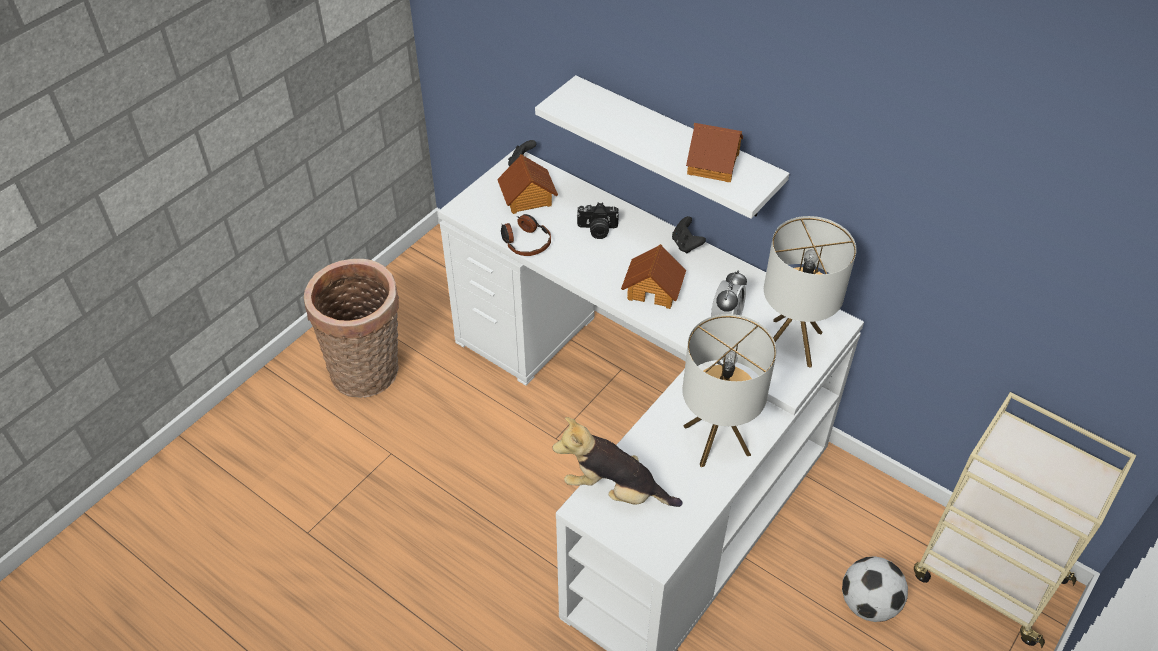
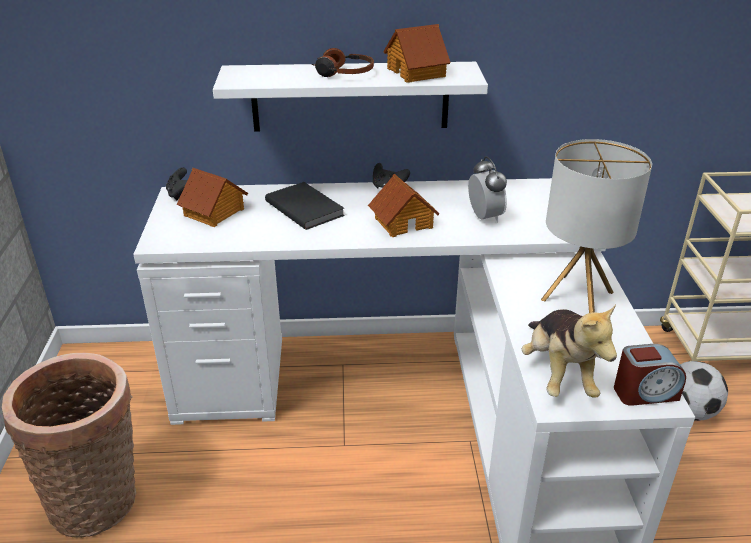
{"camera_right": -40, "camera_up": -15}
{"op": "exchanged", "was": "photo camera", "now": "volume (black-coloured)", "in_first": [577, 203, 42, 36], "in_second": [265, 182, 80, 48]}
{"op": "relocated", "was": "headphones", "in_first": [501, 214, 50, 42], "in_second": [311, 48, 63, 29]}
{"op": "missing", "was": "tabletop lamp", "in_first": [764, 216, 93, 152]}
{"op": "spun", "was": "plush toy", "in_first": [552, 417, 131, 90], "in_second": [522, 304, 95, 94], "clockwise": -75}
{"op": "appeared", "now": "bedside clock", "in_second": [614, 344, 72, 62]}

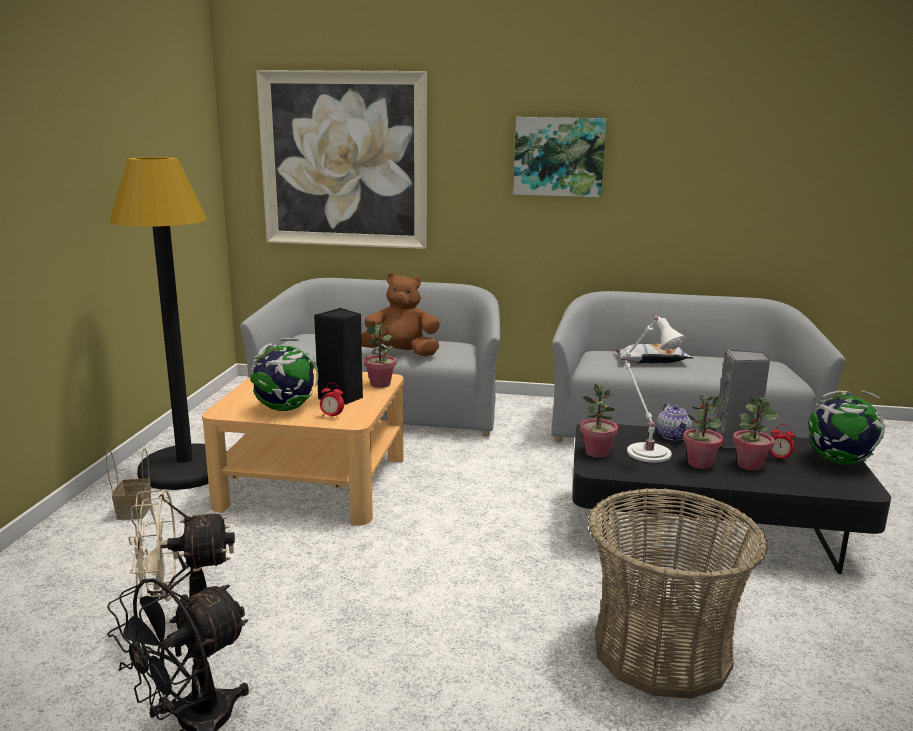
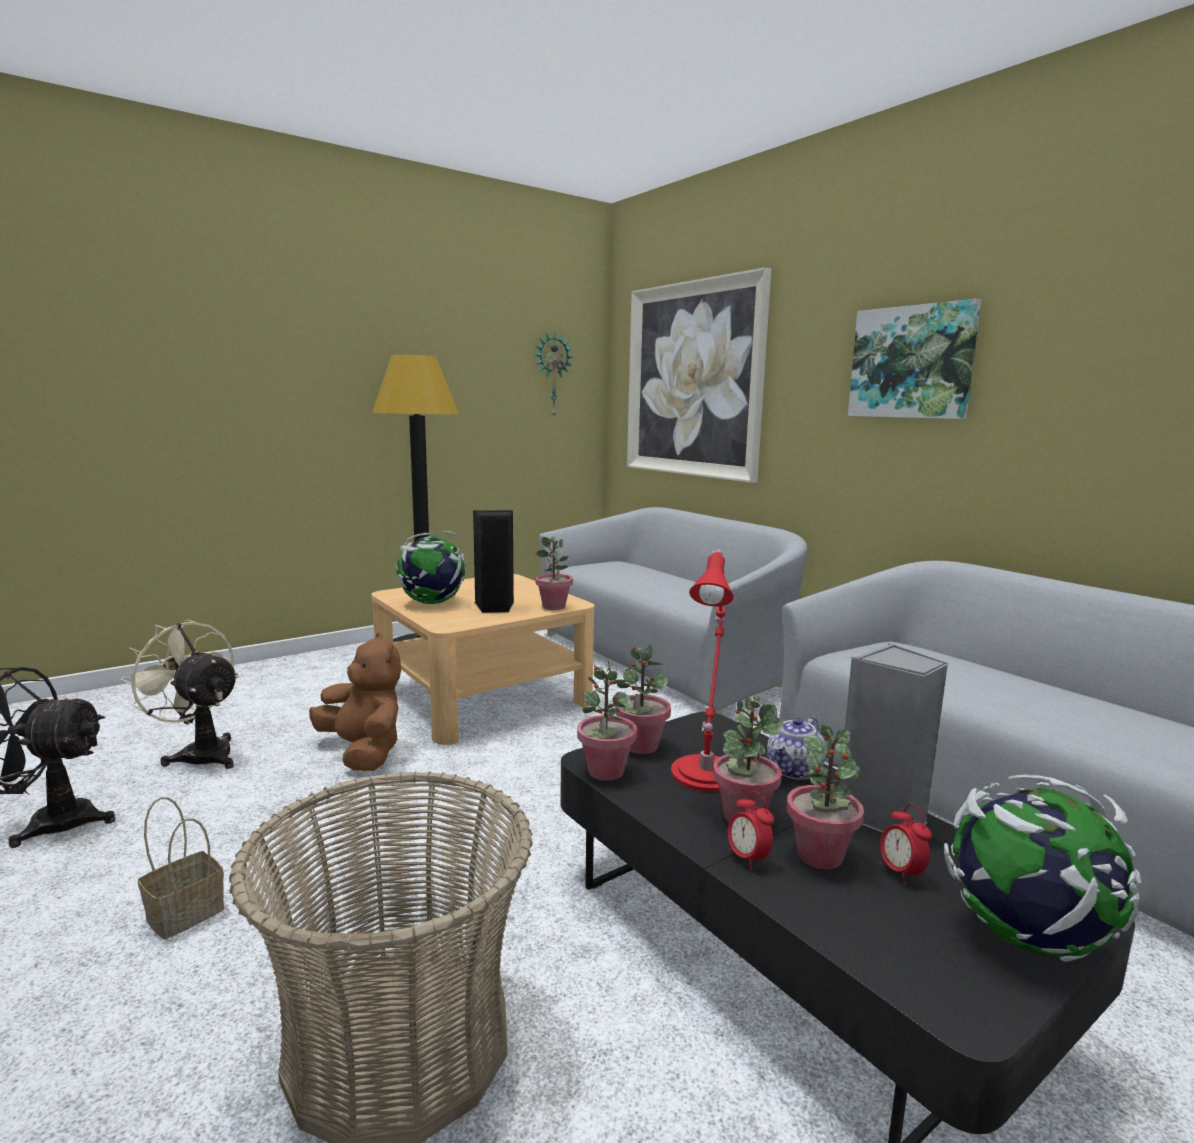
{"camera_right": 45, "camera_up": -5}
{"op": "relocated", "was": "plush toy (brown)", "in_first": [361, 273, 79, 83], "in_second": [309, 632, 92, 139]}
{"op": "colour", "was": "tabletop lamp (white)", "now": "tabletop lamp (red-coloured)", "in_first": [619, 315, 67, 148], "in_second": [671, 549, 62, 243]}
{"op": "missing", "was": "throw pillow", "in_first": [616, 344, 78, 19]}
{"op": "relocated", "was": "bedside clock", "in_first": [320, 383, 24, 36], "in_second": [727, 791, 47, 79]}
{"op": "relocated", "was": "basket", "in_first": [106, 449, 46, 71], "in_second": [138, 797, 86, 143]}
{"op": "appeared", "now": "wall clock", "in_second": [535, 331, 38, 85]}
{"op": "appeared", "now": "houseplant", "in_second": [577, 660, 60, 121]}

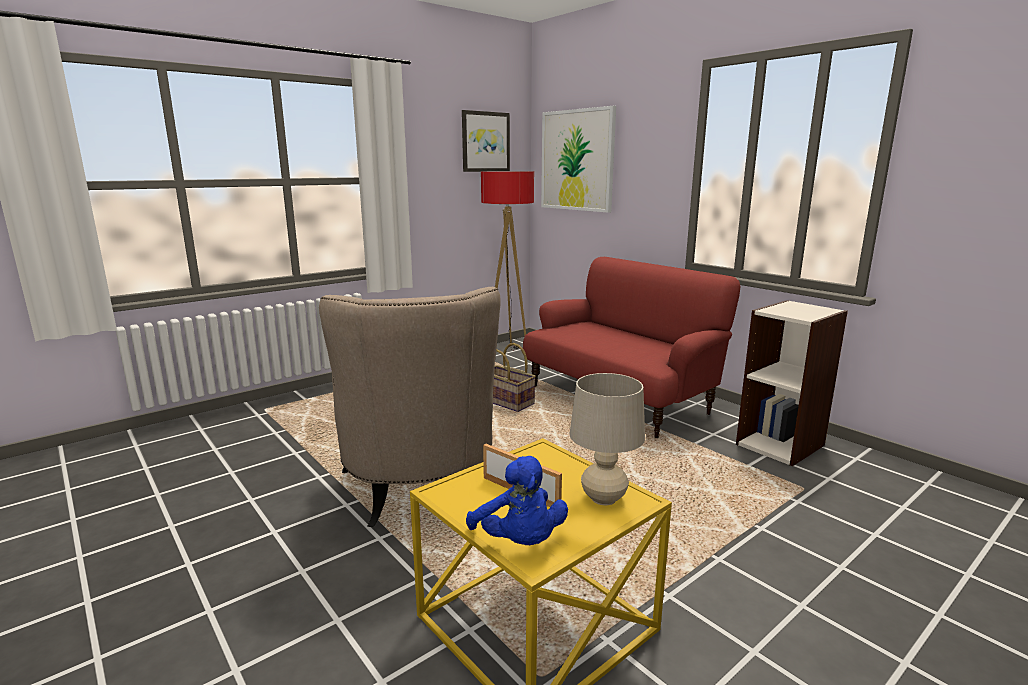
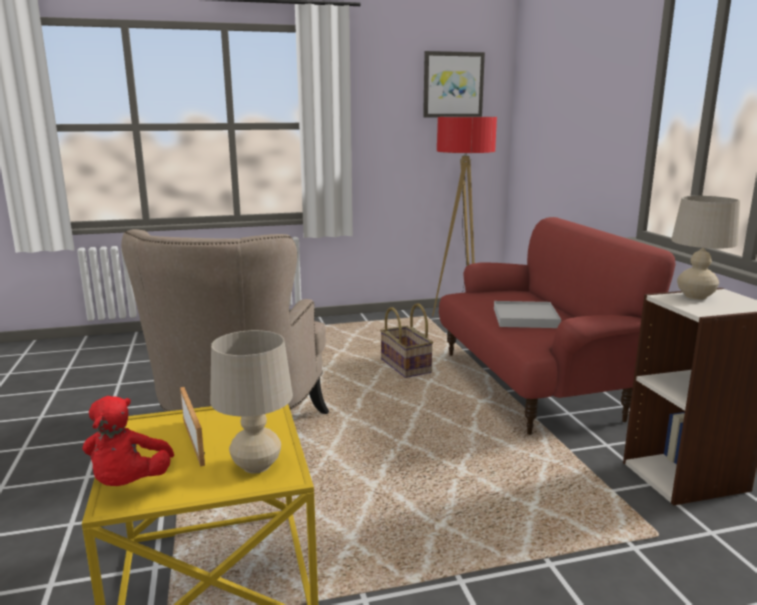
{"camera_right": 25, "camera_up": 0}
{"op": "missing", "was": "wall picture", "in_first": [541, 106, 75, 107]}
{"op": "colour", "was": "plush toy (blue)", "now": "plush toy (red-coloured)", "in_first": [466, 456, 102, 89], "in_second": [82, 396, 92, 90]}
{"op": "appeared", "now": "tabletop lamp (beige-coloured)", "in_second": [671, 196, 69, 104]}
{"op": "appeared", "now": "tray (white)", "in_second": [494, 301, 67, 27]}

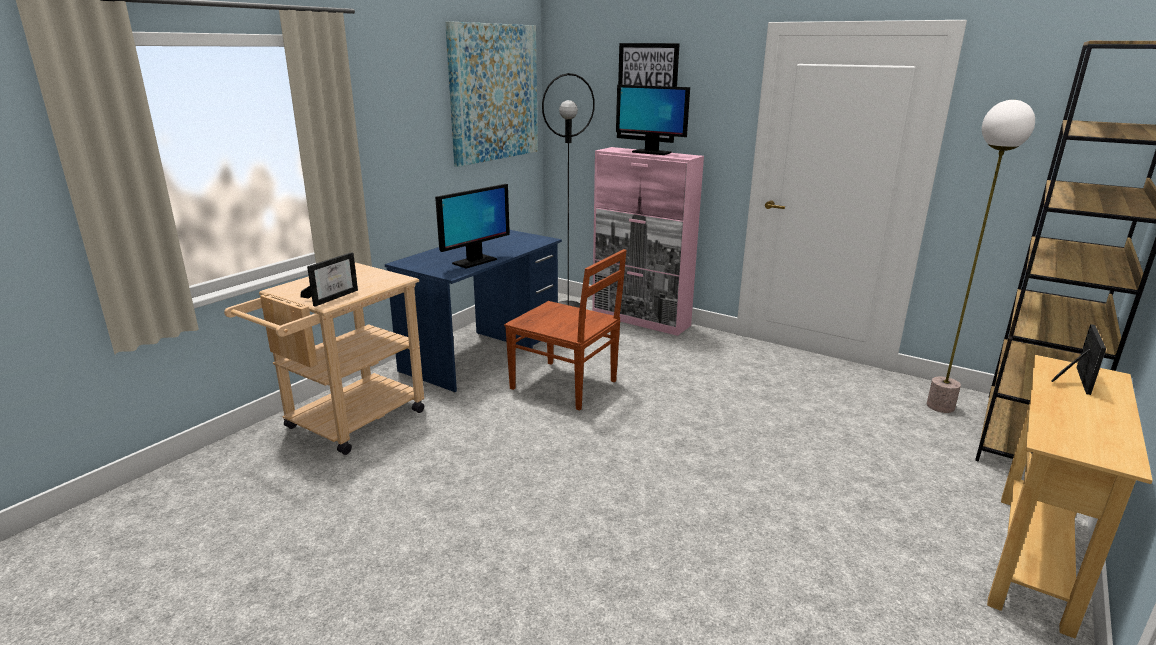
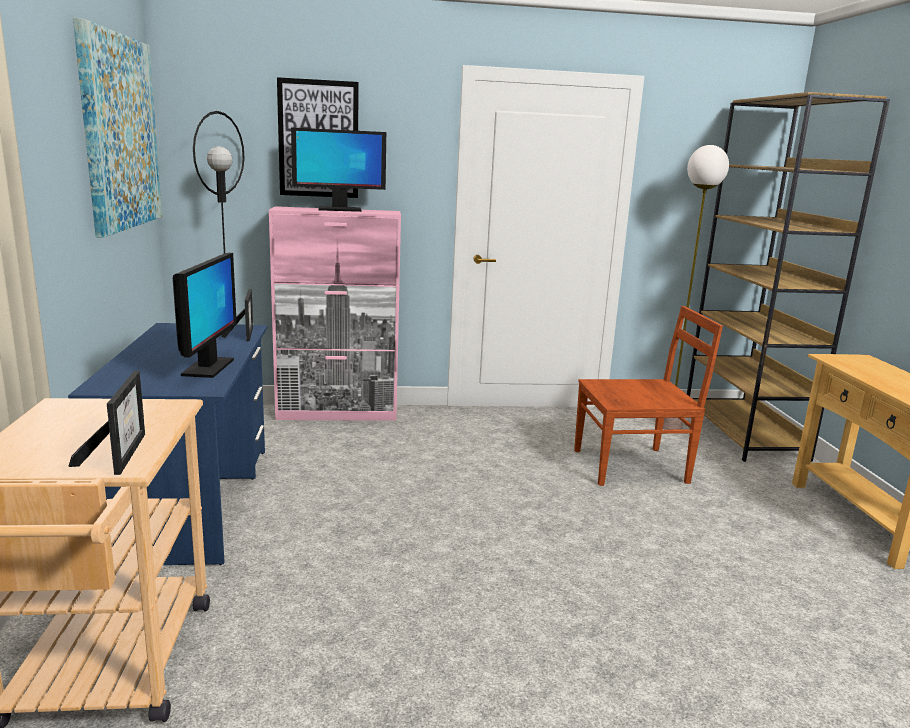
{"camera_right": -40, "camera_up": -5}
{"op": "relocated", "was": "chair (brown)", "in_first": [504, 249, 123, 162], "in_second": [574, 306, 149, 180]}
{"op": "relocated", "was": "photo frame", "in_first": [1051, 324, 55, 71], "in_second": [221, 289, 32, 52]}

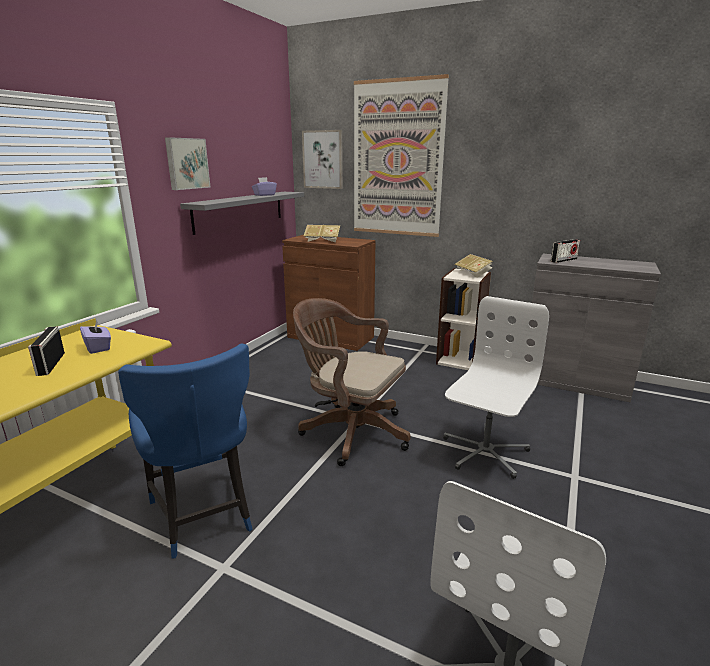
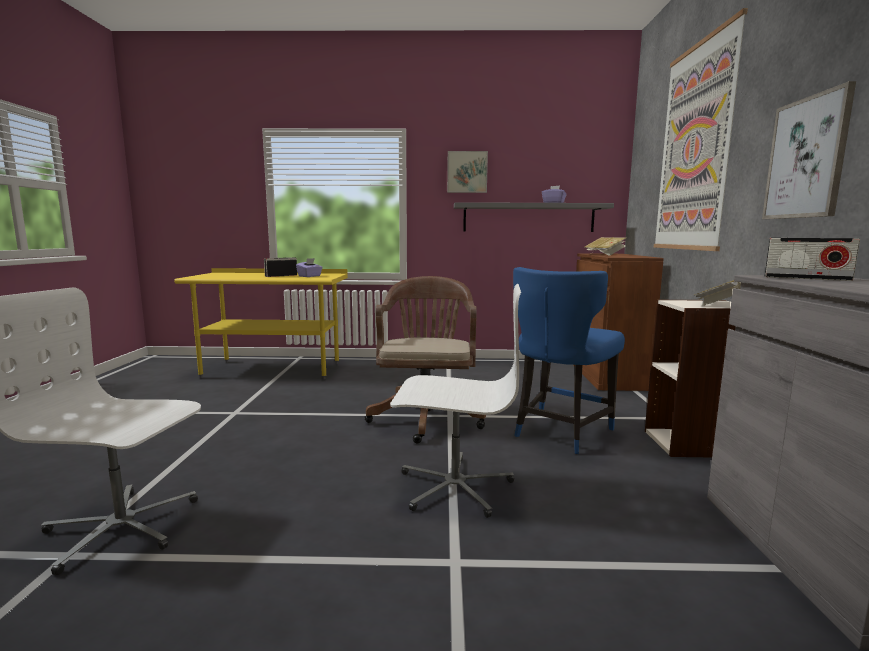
{"camera_right": 65, "camera_up": -10}
{"op": "relocated", "was": "wall picture", "in_first": [302, 130, 41, 59], "in_second": [762, 81, 94, 138]}
{"op": "relocated", "was": "chair (blue)", "in_first": [118, 343, 135, 215], "in_second": [513, 267, 112, 187]}

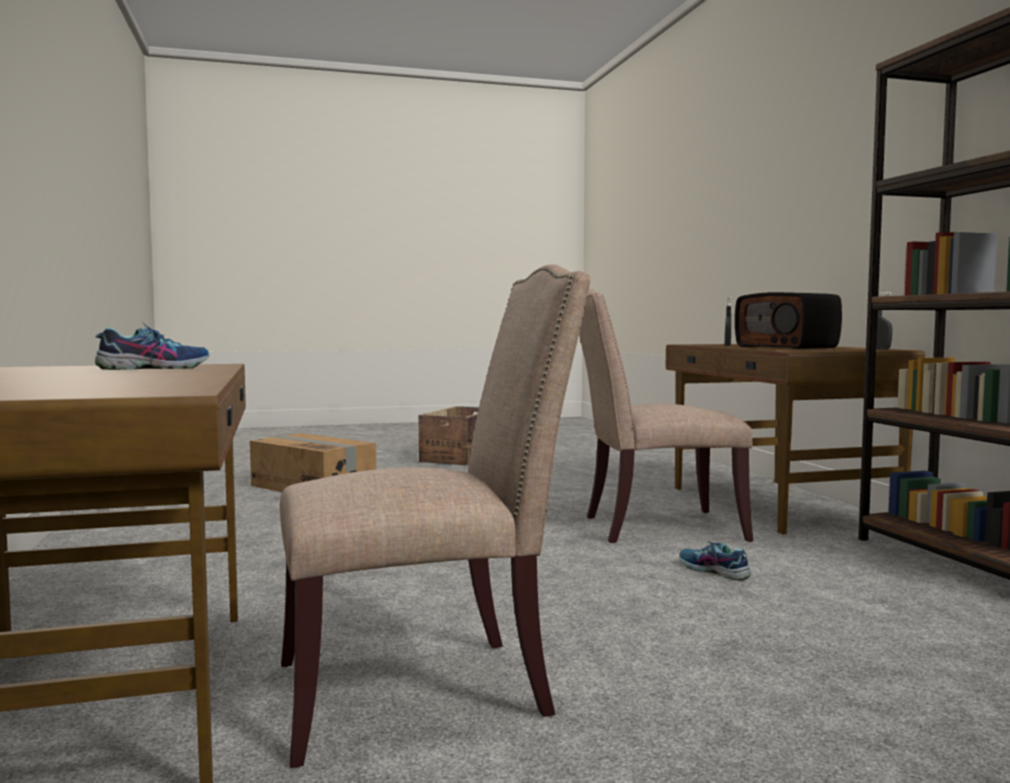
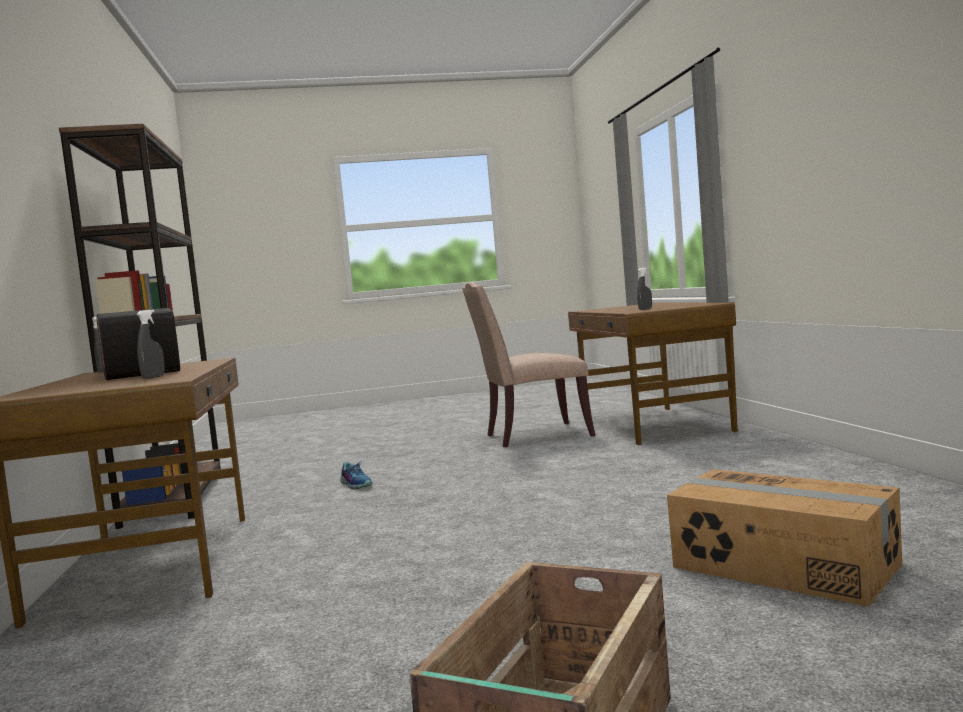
{"camera_right": -175, "camera_up": 0}
{"op": "missing", "was": "chair (beige-coloured)", "in_first": [579, 288, 174, 255]}
{"op": "exchanged", "was": "item of footwear", "now": "spray bottle (grey)", "in_first": [95, 323, 114, 47], "in_second": [637, 267, 15, 43]}

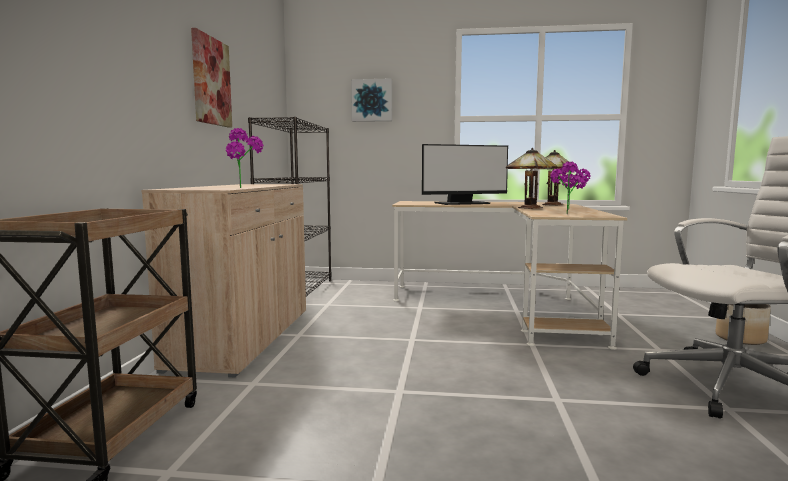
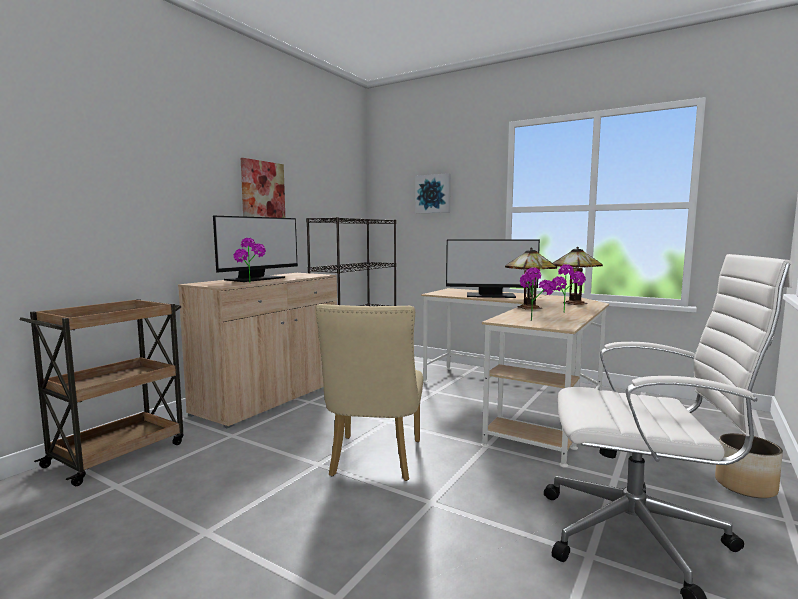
{"camera_right": 25, "camera_up": 0}
{"op": "appeared", "now": "computer display", "in_second": [213, 216, 85, 66]}
{"op": "appeared", "now": "chair (beige-coloured)", "in_second": [315, 304, 108, 177]}

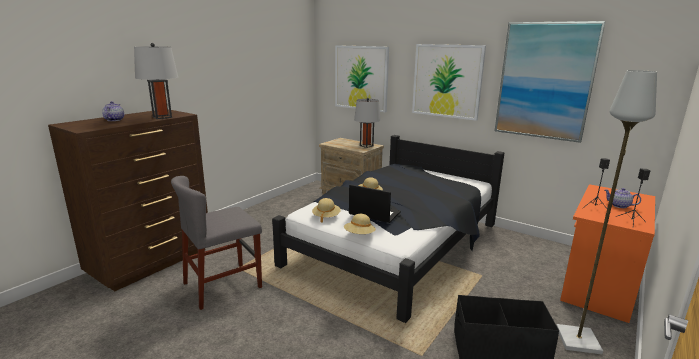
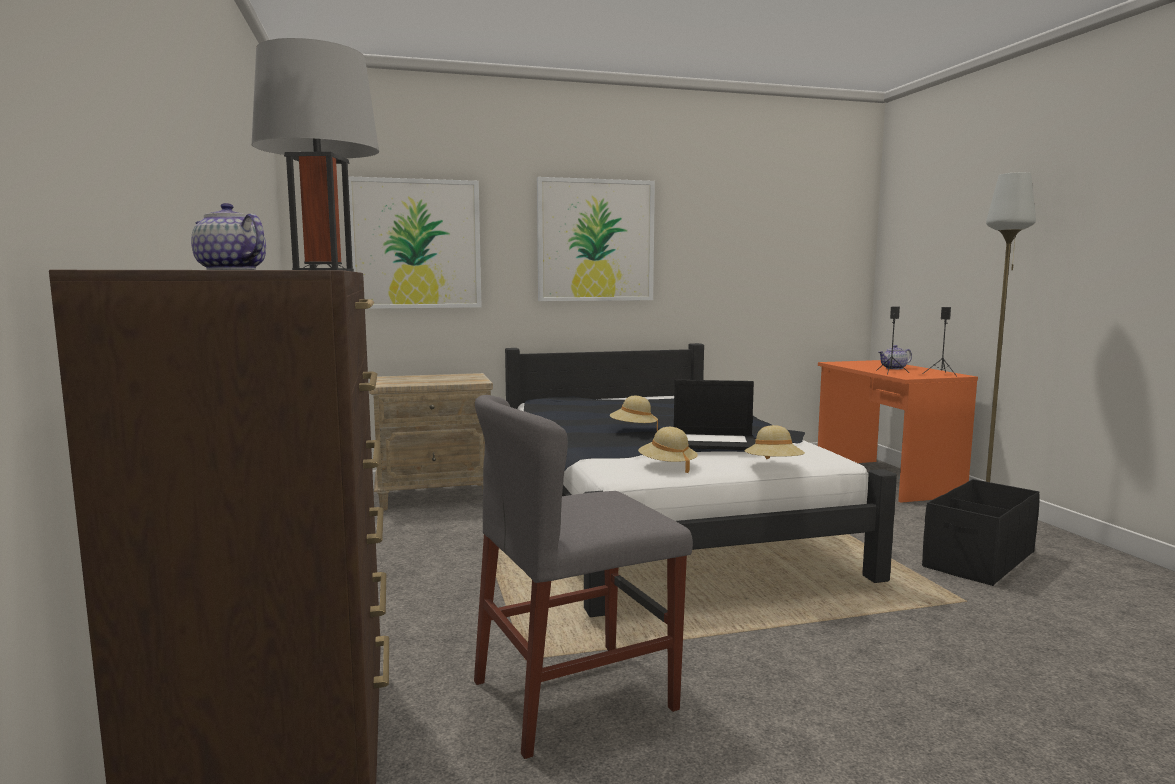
{"camera_right": -50, "camera_up": -10}
{"op": "missing", "was": "wall picture", "in_first": [495, 21, 111, 122]}
{"op": "missing", "was": "tabletop lamp (grey)", "in_first": [354, 98, 27, 50]}
{"op": "spun", "was": "chair (grey)", "in_first": [171, 176, 91, 134], "in_second": [474, 395, 219, 364], "clockwise": 60}
{"op": "spun", "was": "notebook computer", "in_first": [349, 184, 52, 39], "in_second": [674, 380, 81, 70], "clockwise": -150}

